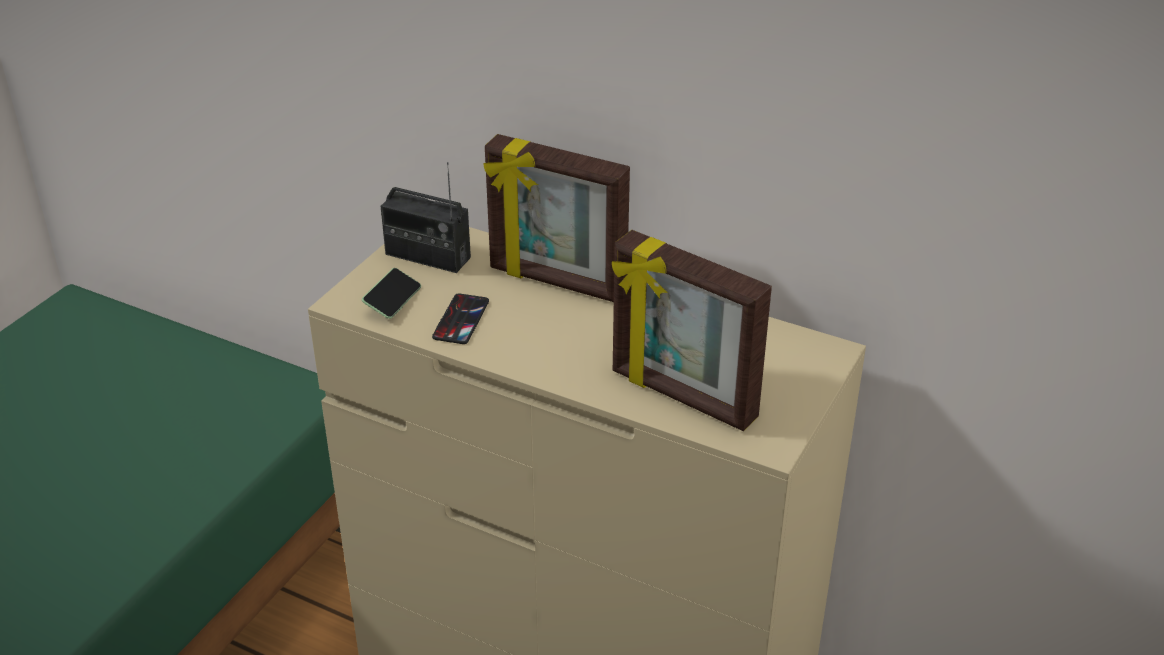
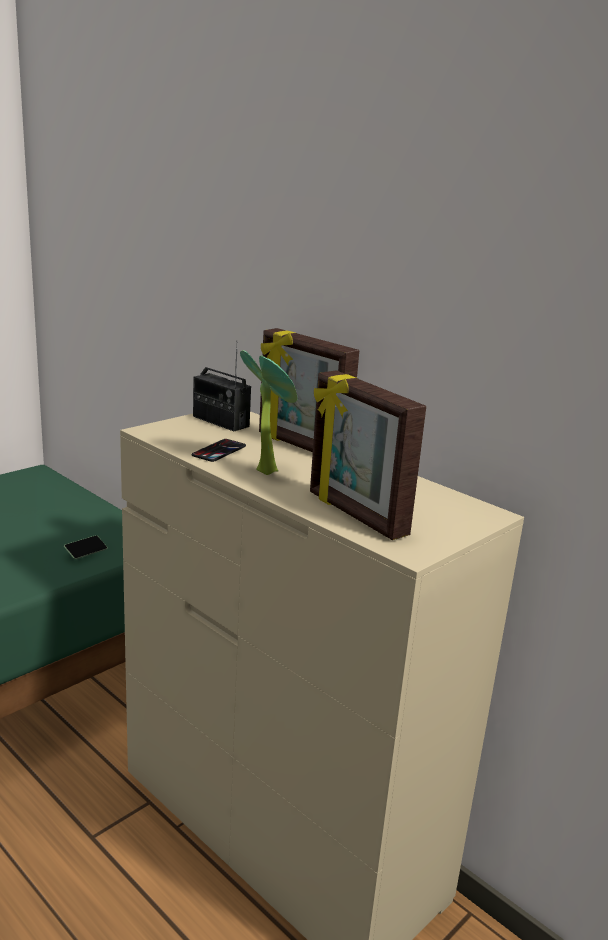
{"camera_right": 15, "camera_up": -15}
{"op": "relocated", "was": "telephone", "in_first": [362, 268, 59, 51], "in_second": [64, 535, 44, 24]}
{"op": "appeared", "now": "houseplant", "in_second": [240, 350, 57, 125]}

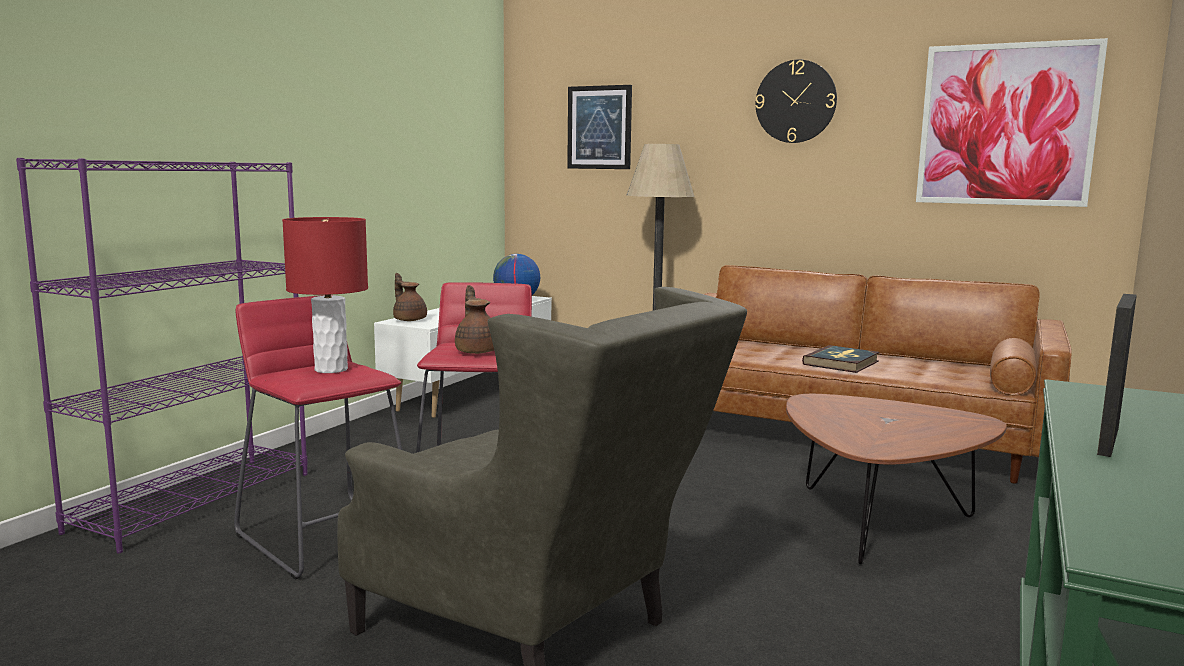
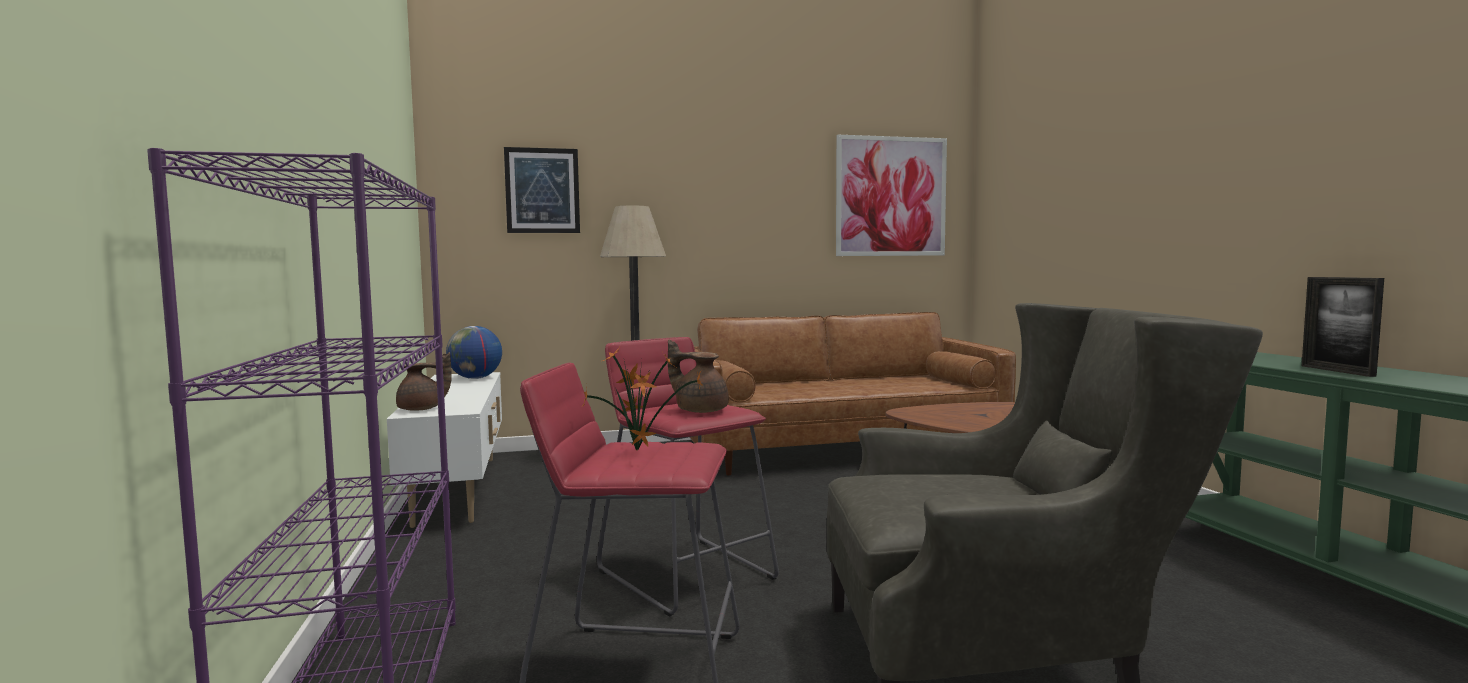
{"camera_right": -40, "camera_up": -5}
{"op": "missing", "was": "wall clock", "in_first": [755, 60, 82, 83]}
{"op": "exchanged", "was": "tabletop lamp (red-coloured)", "now": "houseplant", "in_first": [282, 217, 86, 156], "in_second": [582, 346, 121, 104]}
{"op": "spun", "was": "pot for tea (brown)", "in_first": [393, 273, 34, 48], "in_second": [396, 352, 56, 59], "clockwise": 150}
{"op": "missing", "was": "volume", "in_first": [802, 345, 78, 28]}

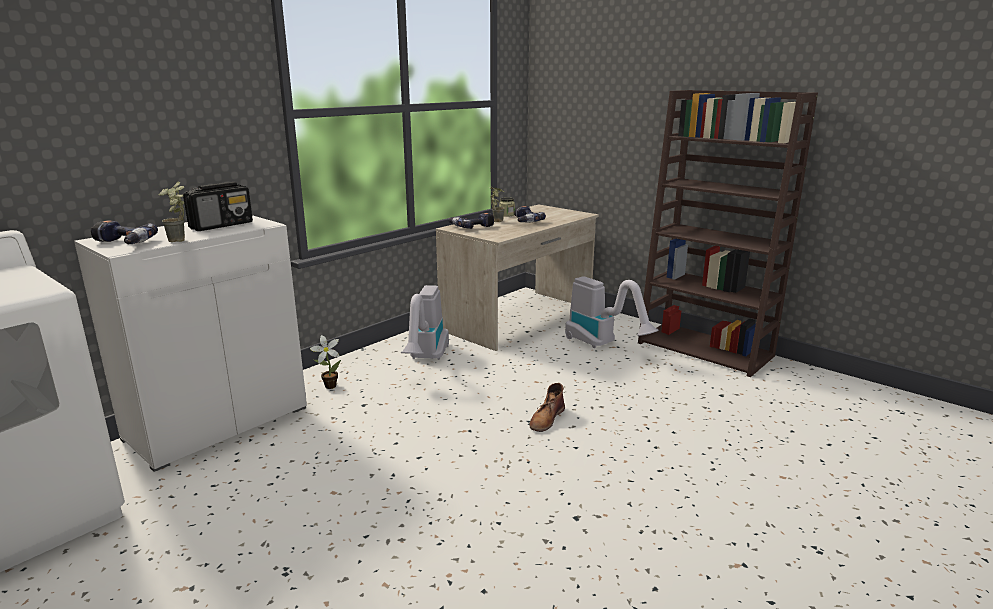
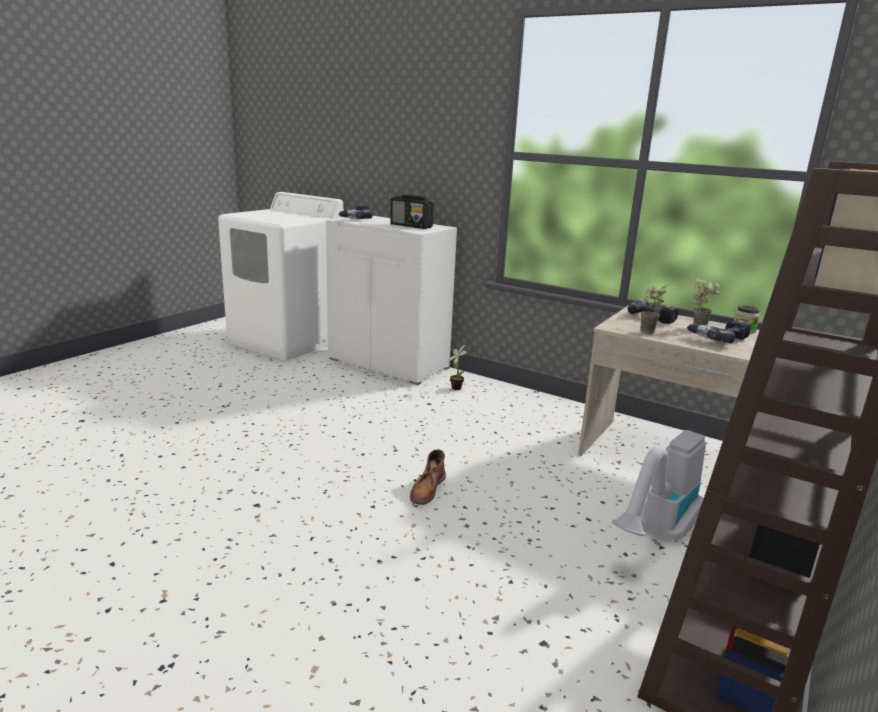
{"camera_right": 80, "camera_up": 0}
{"op": "relocated", "was": "houseplant", "in_first": [158, 181, 27, 61], "in_second": [640, 284, 29, 50]}
{"op": "missing", "was": "vacuum cleaner", "in_first": [401, 285, 48, 75]}
{"op": "spun", "was": "tall boot (brown)", "in_first": [529, 383, 36, 49], "in_second": [410, 449, 36, 56], "clockwise": -90}

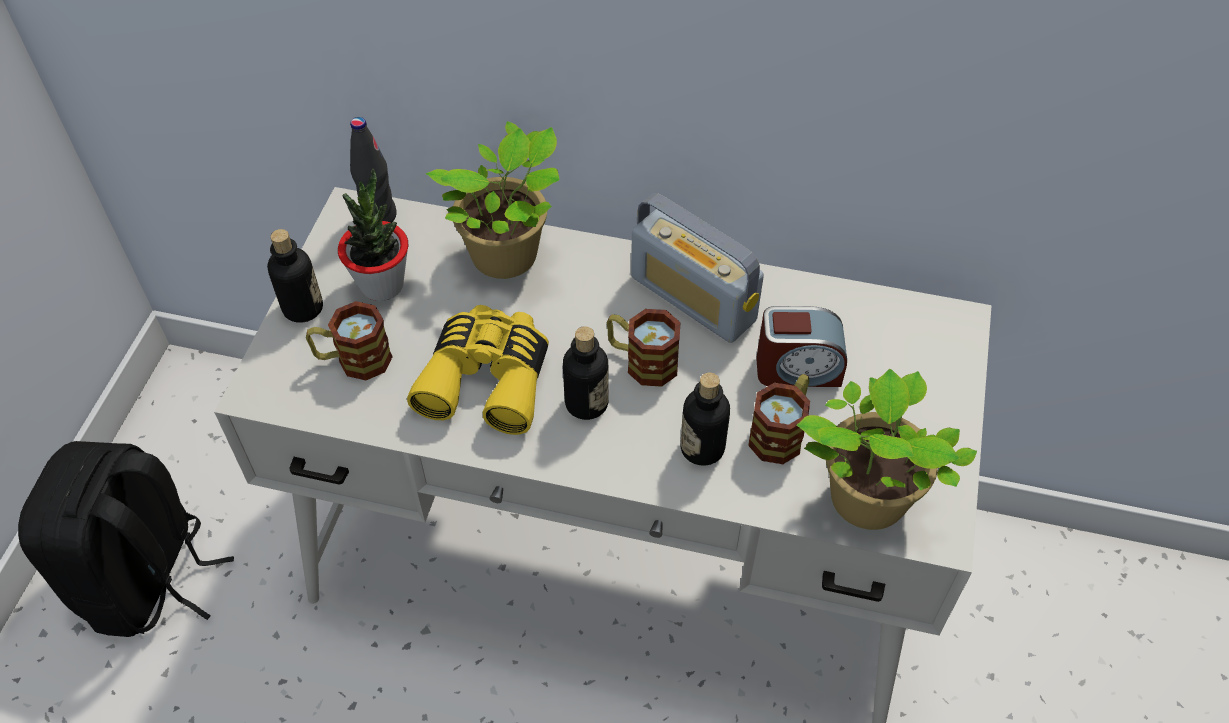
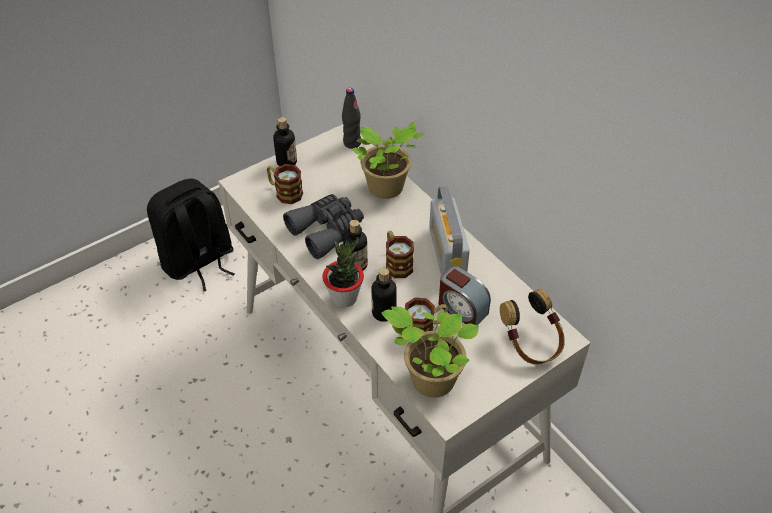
{"camera_right": 40, "camera_up": -5}
{"op": "relocated", "was": "houseplant", "in_first": [338, 169, 70, 132], "in_second": [322, 237, 42, 71]}
{"op": "colour", "was": "binoculars (yellowish)", "now": "binoculars (grey)", "in_first": [407, 305, 142, 130], "in_second": [283, 194, 81, 65]}
{"op": "appeared", "now": "headphones", "in_second": [500, 289, 65, 75]}

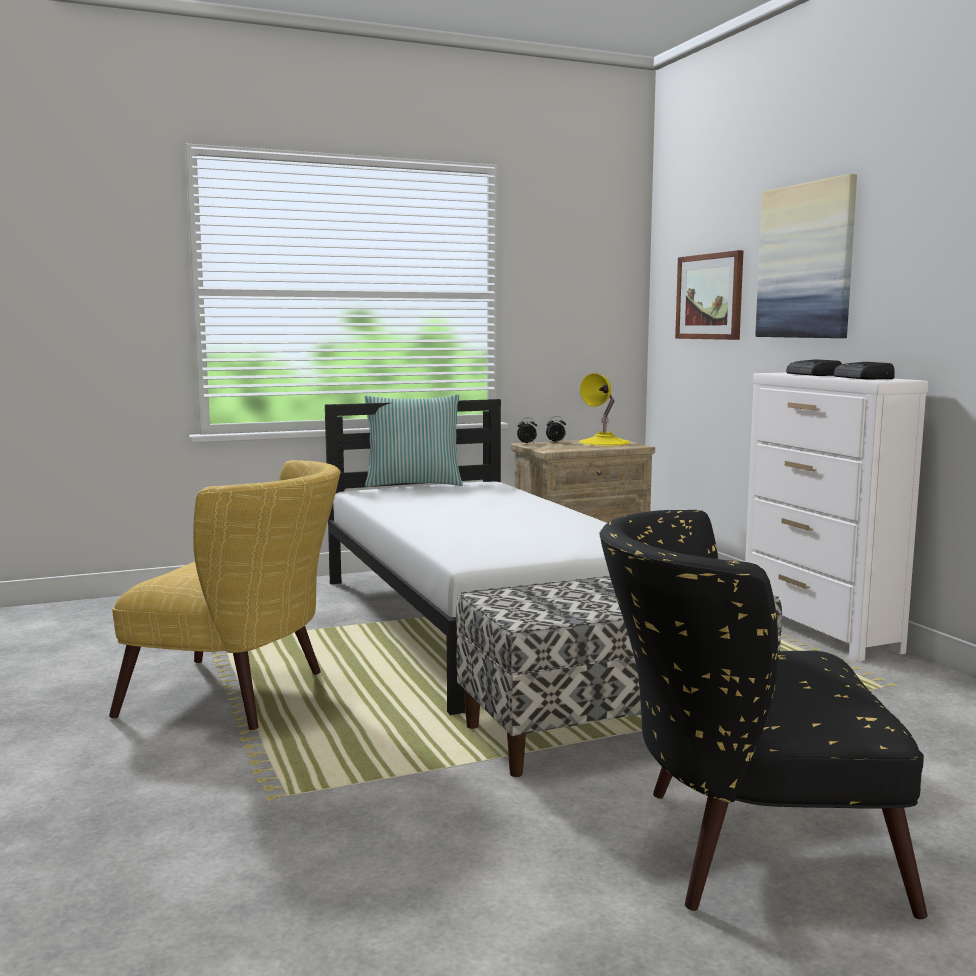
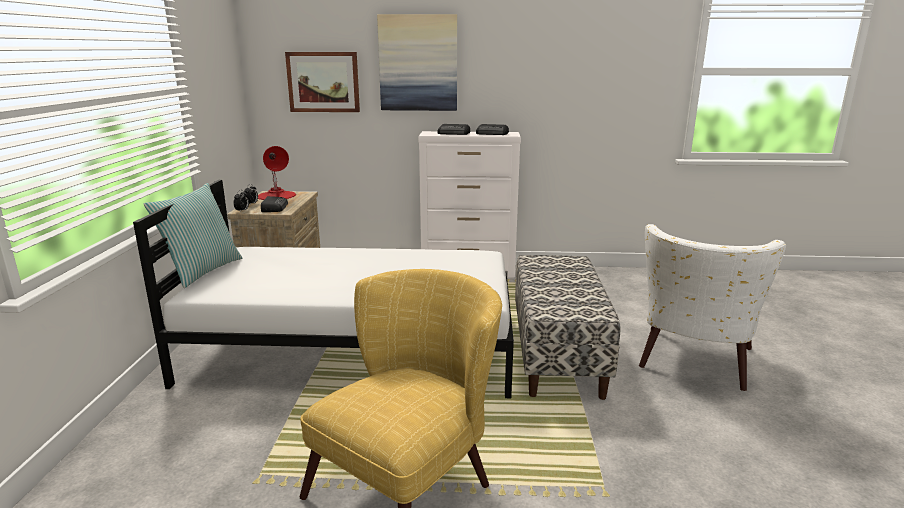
{"camera_right": -65, "camera_up": 10}
{"op": "colour", "was": "tabletop lamp (yellowish)", "now": "tabletop lamp (red-coloured)", "in_first": [579, 373, 51, 72], "in_second": [258, 146, 38, 54]}
{"op": "colour", "was": "armchair (black-coloured)", "now": "armchair (white)", "in_first": [599, 510, 329, 409], "in_second": [639, 224, 147, 167]}
{"op": "appeared", "now": "radio set", "in_second": [261, 196, 27, 16]}

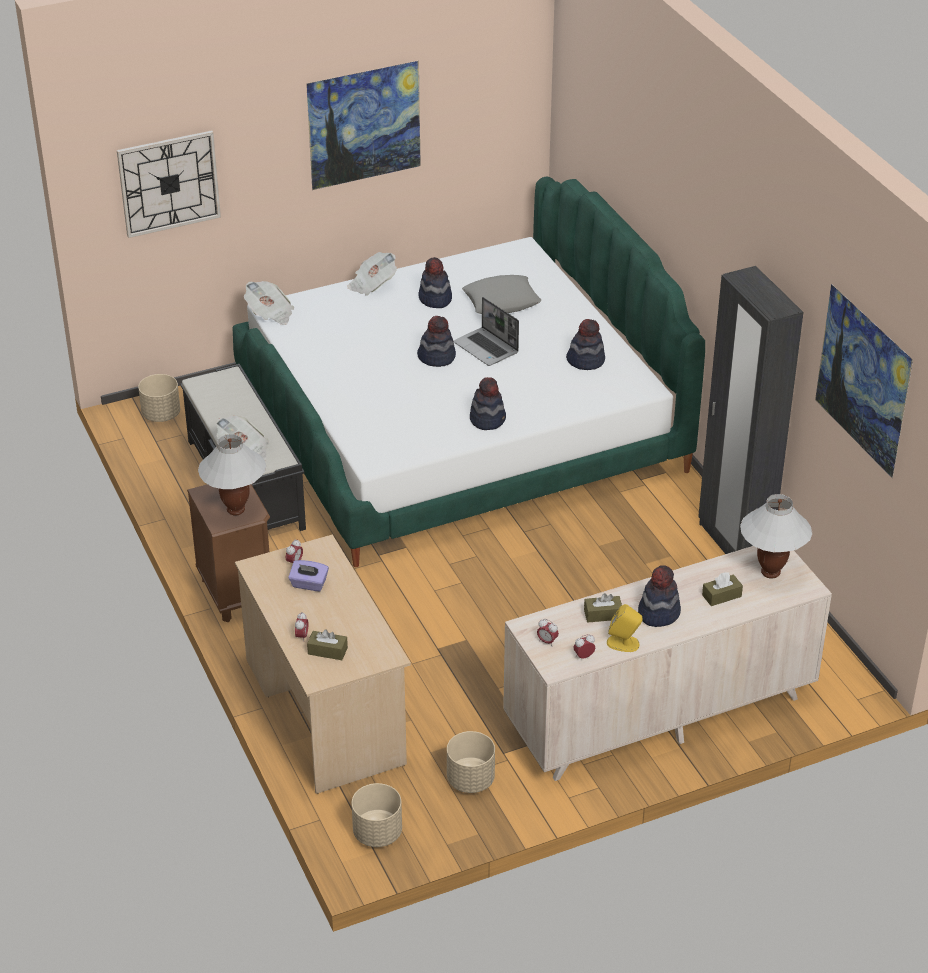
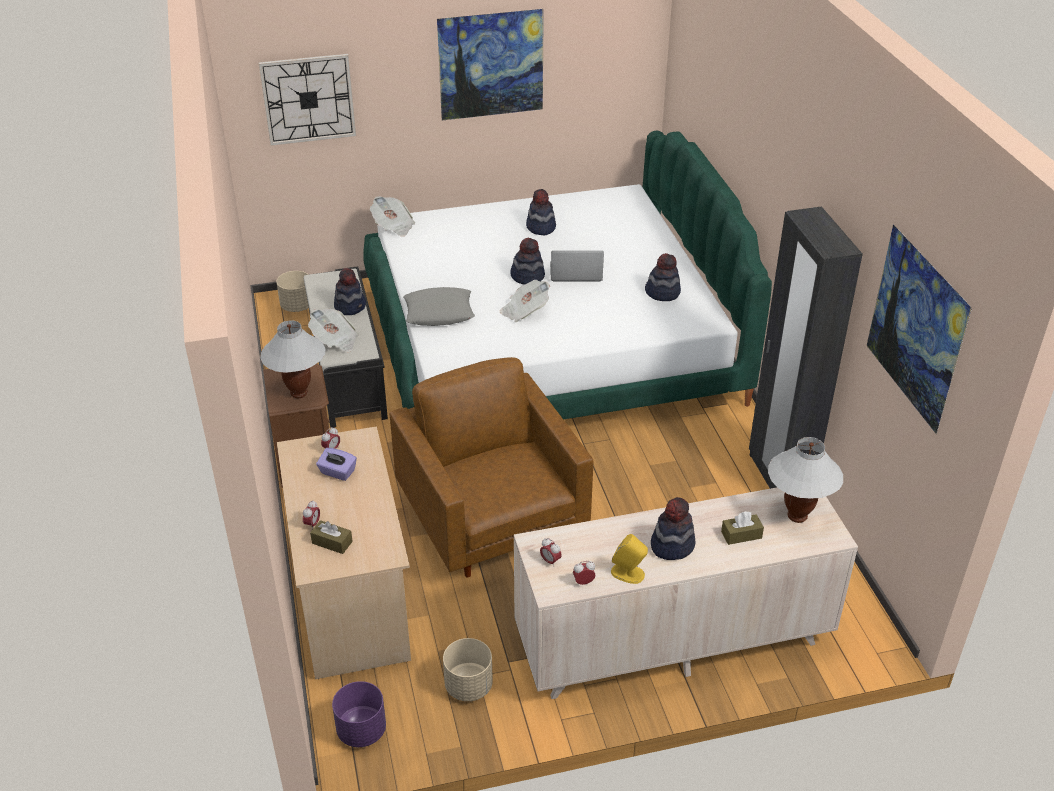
{"camera_right": 10, "camera_up": 0}
{"op": "relocated", "was": "printed paper", "in_first": [347, 252, 50, 44], "in_second": [500, 280, 50, 42]}
{"op": "relocated", "was": "throw pillow (grey)", "in_first": [462, 275, 79, 39], "in_second": [403, 287, 72, 39]}
{"op": "spun", "was": "notebook computer", "in_first": [454, 297, 65, 69], "in_second": [550, 251, 54, 31], "clockwise": 120}
{"op": "relocated", "was": "wearable hat", "in_first": [470, 377, 36, 53], "in_second": [334, 268, 32, 47]}
{"op": "missing", "was": "tissue holder (brown)", "in_first": [584, 593, 38, 30]}
{"op": "colour", "was": "plant pot (beige-coloured)", "now": "plant pot (purplish)", "in_first": [352, 783, 50, 64], "in_second": [332, 681, 54, 66]}
{"op": "appeared", "now": "armchair (brown)", "in_second": [389, 357, 204, 220]}

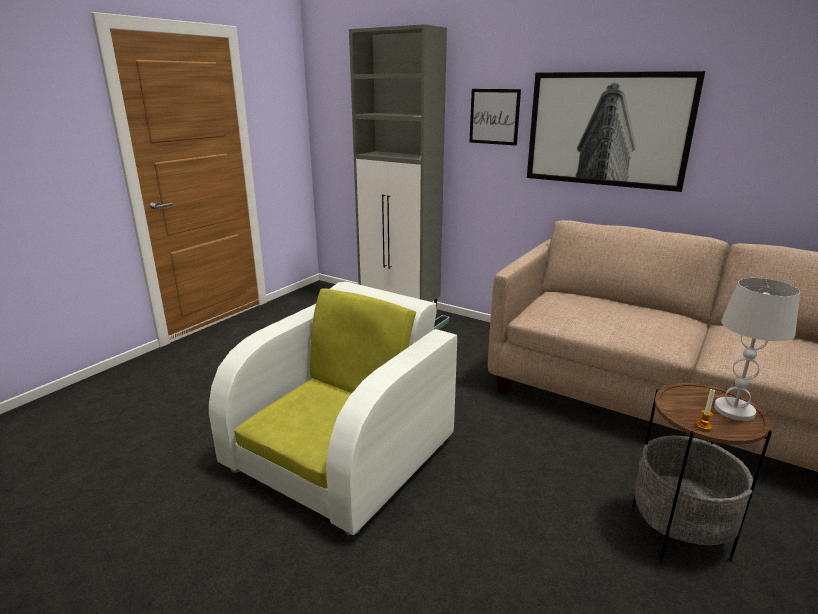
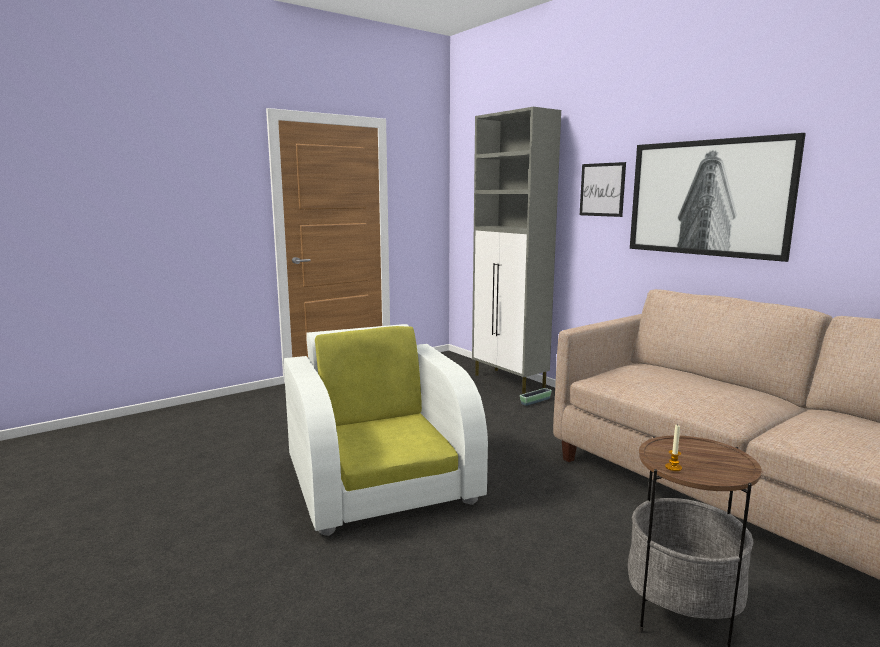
{"camera_right": 20, "camera_up": -10}
{"op": "missing", "was": "tabletop lamp (white)", "in_first": [714, 278, 86, 143]}
{"op": "spun", "was": "armchair (white)", "in_first": [209, 282, 248, 253], "in_second": [284, 324, 204, 212], "clockwise": -75}

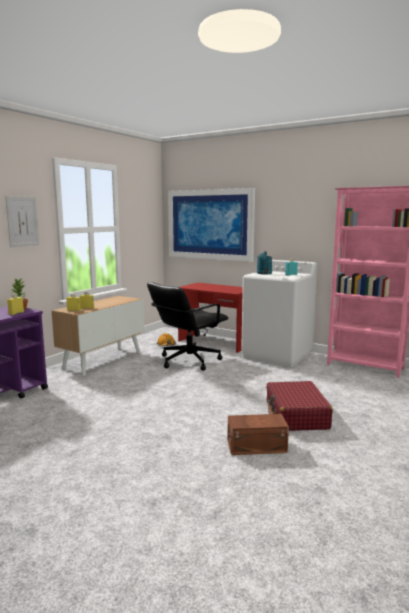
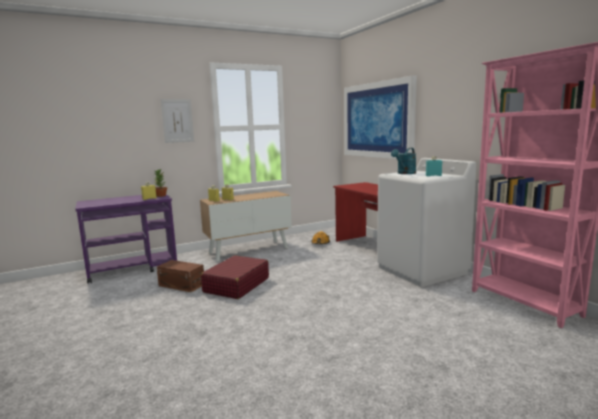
{"camera_right": 30, "camera_up": 0}
{"op": "missing", "was": "desk chair (black-coloured)", "in_first": [147, 282, 81, 89]}
{"op": "relocated", "was": "suitcase (red-coloured)", "in_first": [266, 381, 67, 50], "in_second": [201, 255, 68, 44]}
{"op": "relocated", "was": "storage container (brown)", "in_first": [228, 414, 61, 41], "in_second": [157, 260, 47, 32]}

